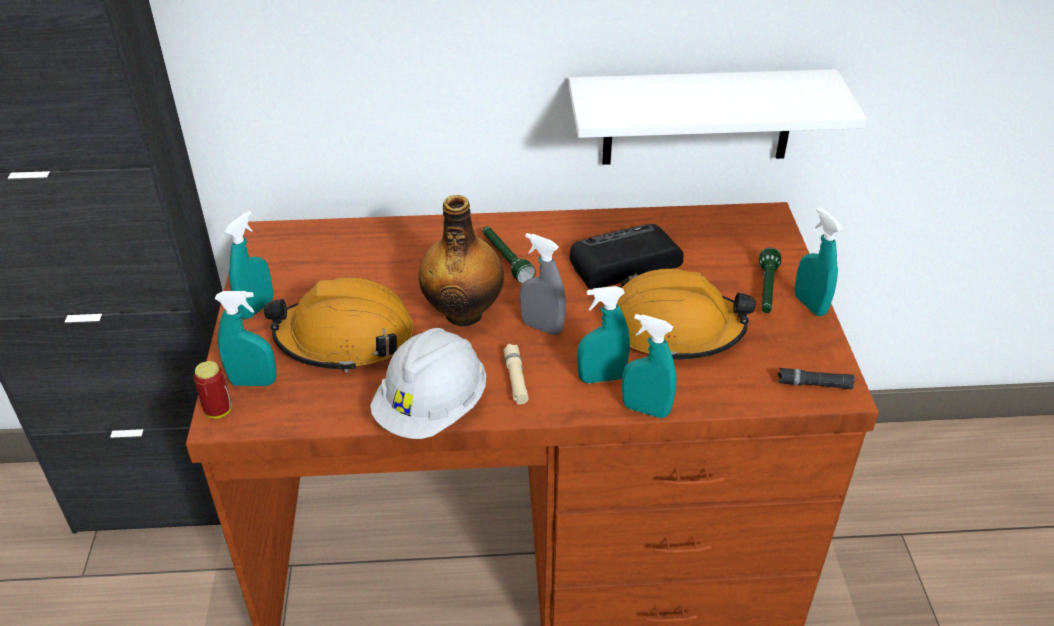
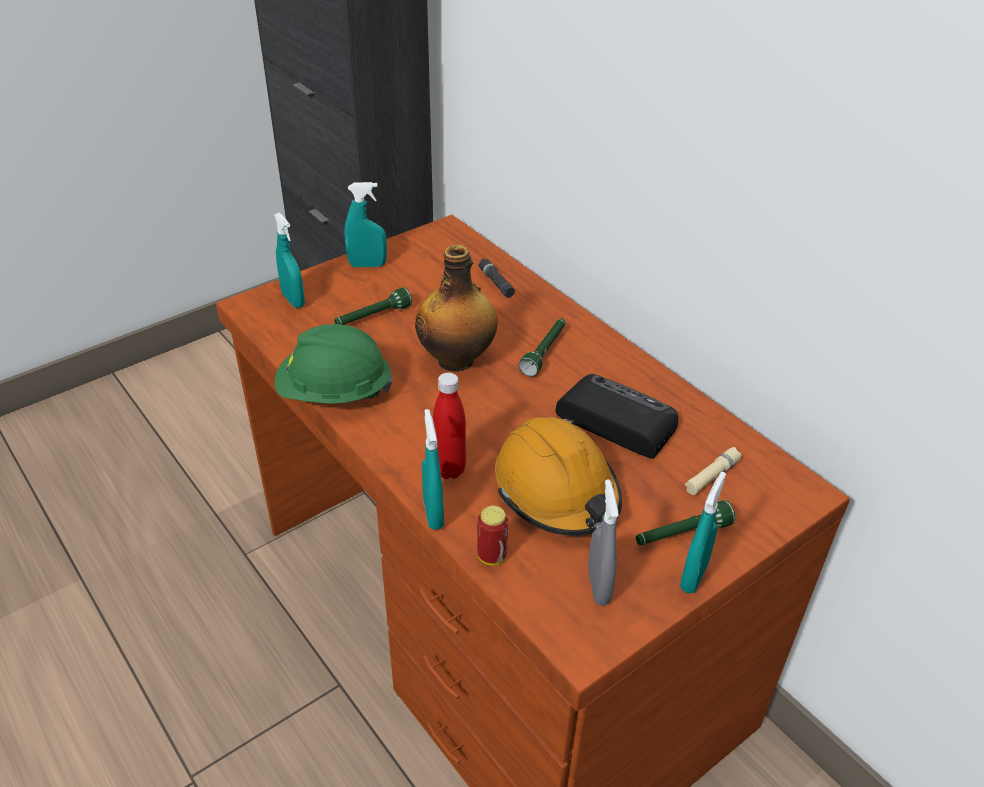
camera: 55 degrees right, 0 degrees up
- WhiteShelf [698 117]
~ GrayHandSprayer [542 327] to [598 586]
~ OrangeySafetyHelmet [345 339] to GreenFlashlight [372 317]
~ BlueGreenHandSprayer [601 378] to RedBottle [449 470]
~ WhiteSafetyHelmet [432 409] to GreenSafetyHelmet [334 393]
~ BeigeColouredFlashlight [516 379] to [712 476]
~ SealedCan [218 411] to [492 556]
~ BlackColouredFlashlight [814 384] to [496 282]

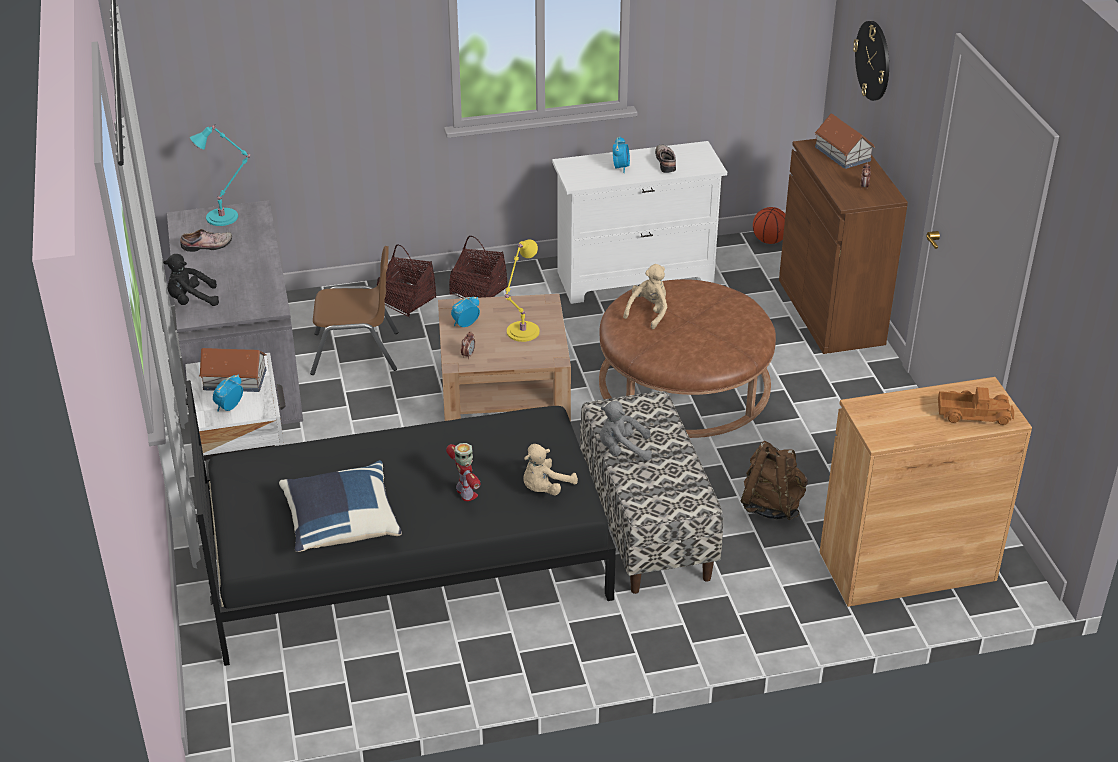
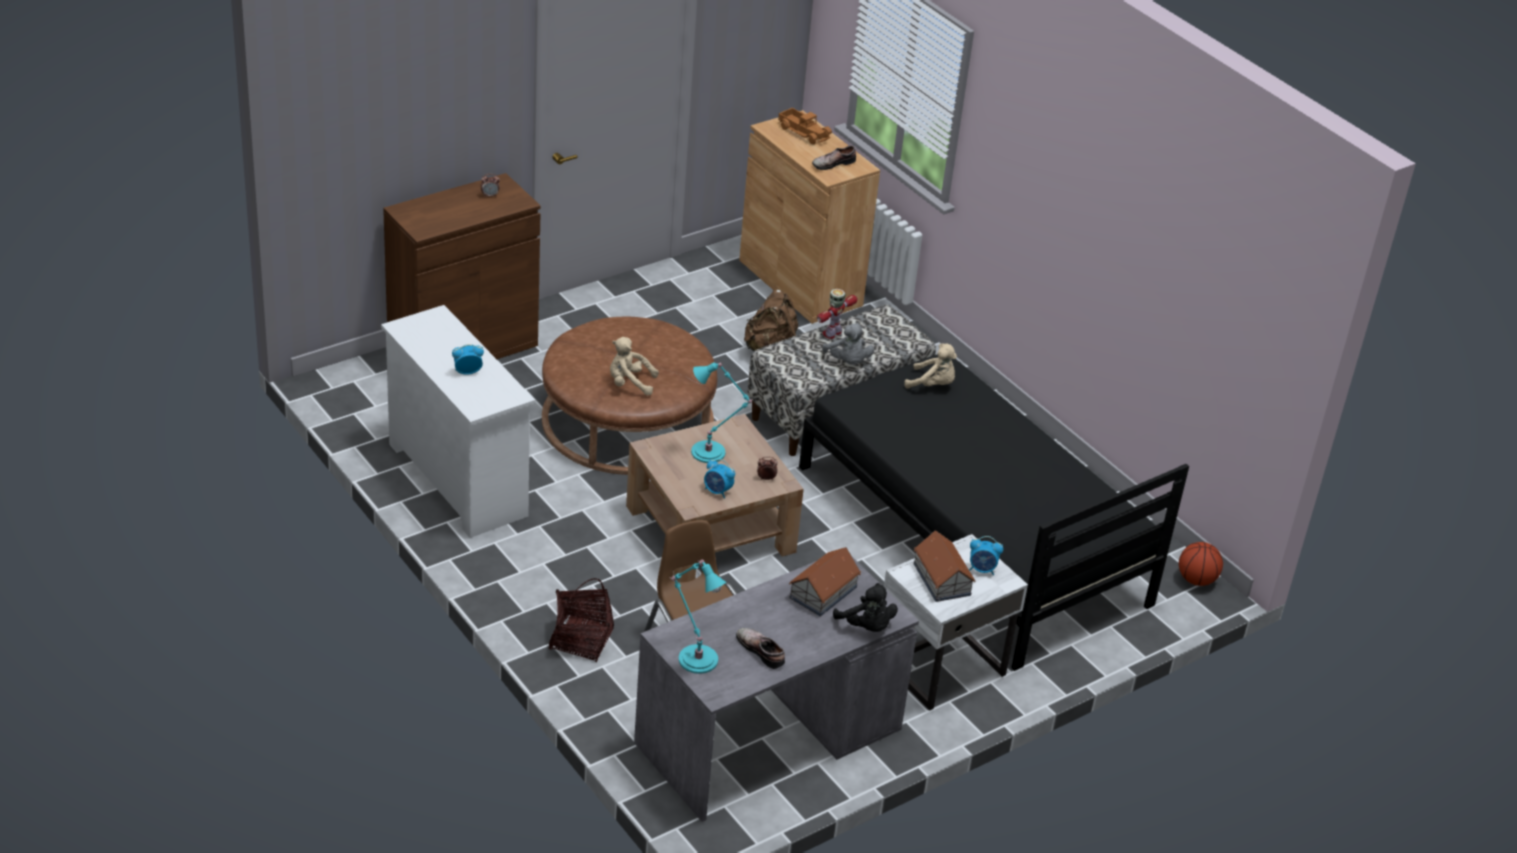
camera: 115 degrees left, 0 degrees up
- HangingClock [873 60]
~ ModelHouse [842 153] to [822 592]
~ Shoe [667 162] to [832 163]
~ Basketball [769 240] to [1196 580]
- StorageBasket [478 291]
~ YellowLampForATable [521 333] to BlueGreenLampForATable [711 452]
~ ModelTruck [973 413] = [804 132] 150 degrees clockwise
~ ToyRobot [466 494] to [832 333]
- BlueColouredPillow [341 523]

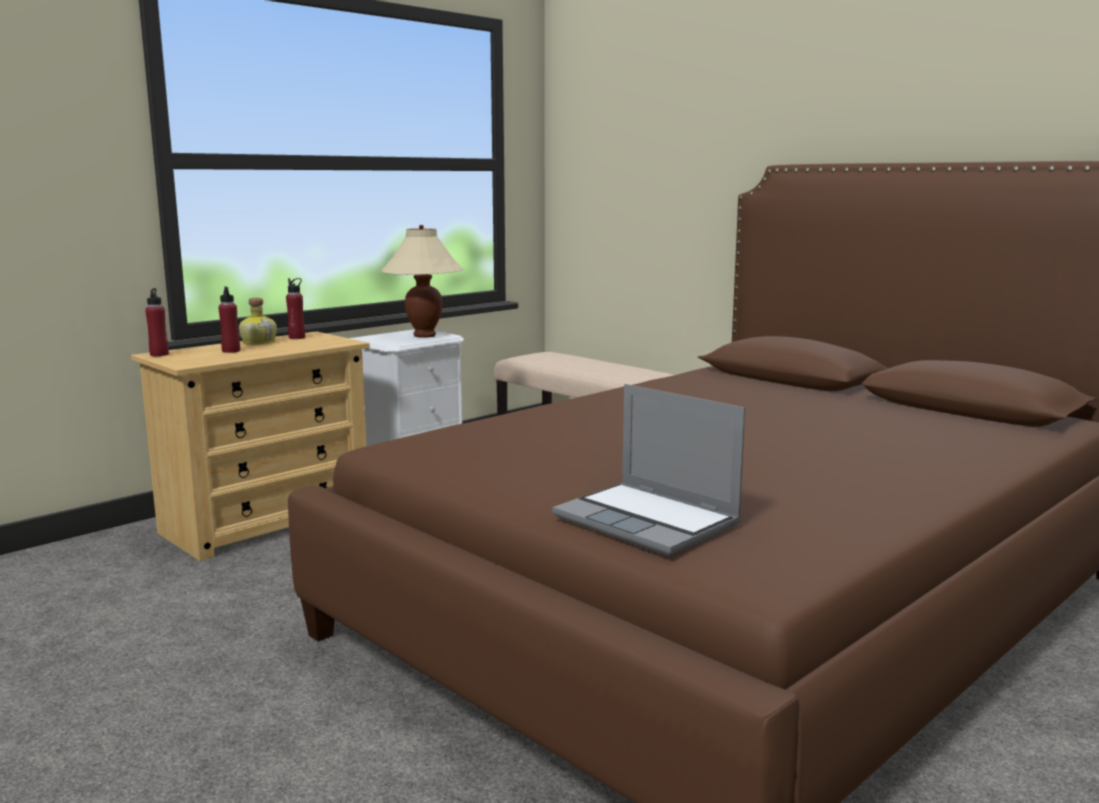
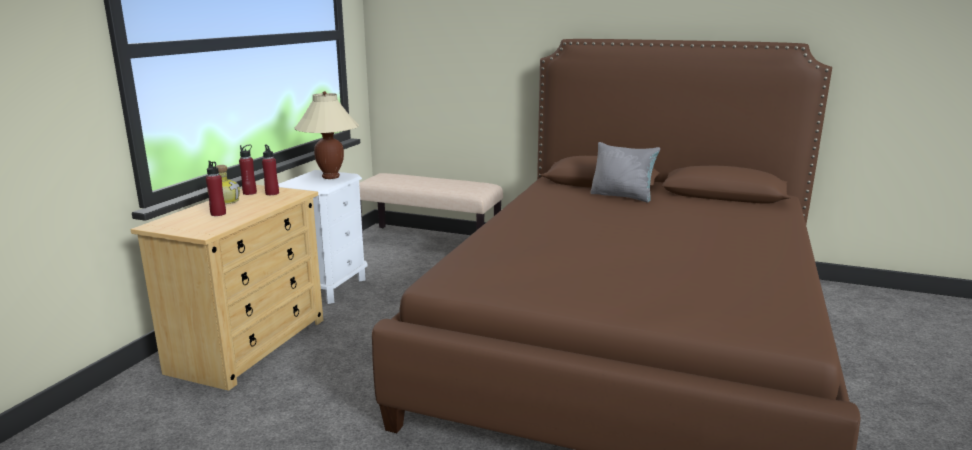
camera: 25 degrees left, 5 degrees up
~ RedBottle [159 354] to [272 193]
- PortableComputer [649 521]
+ GrayPillow [622 196]

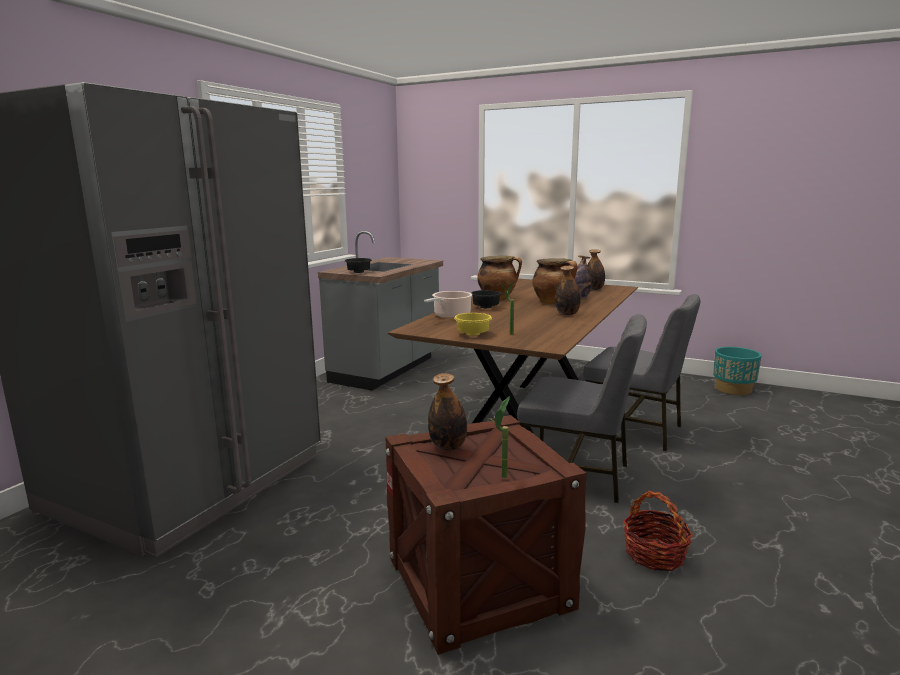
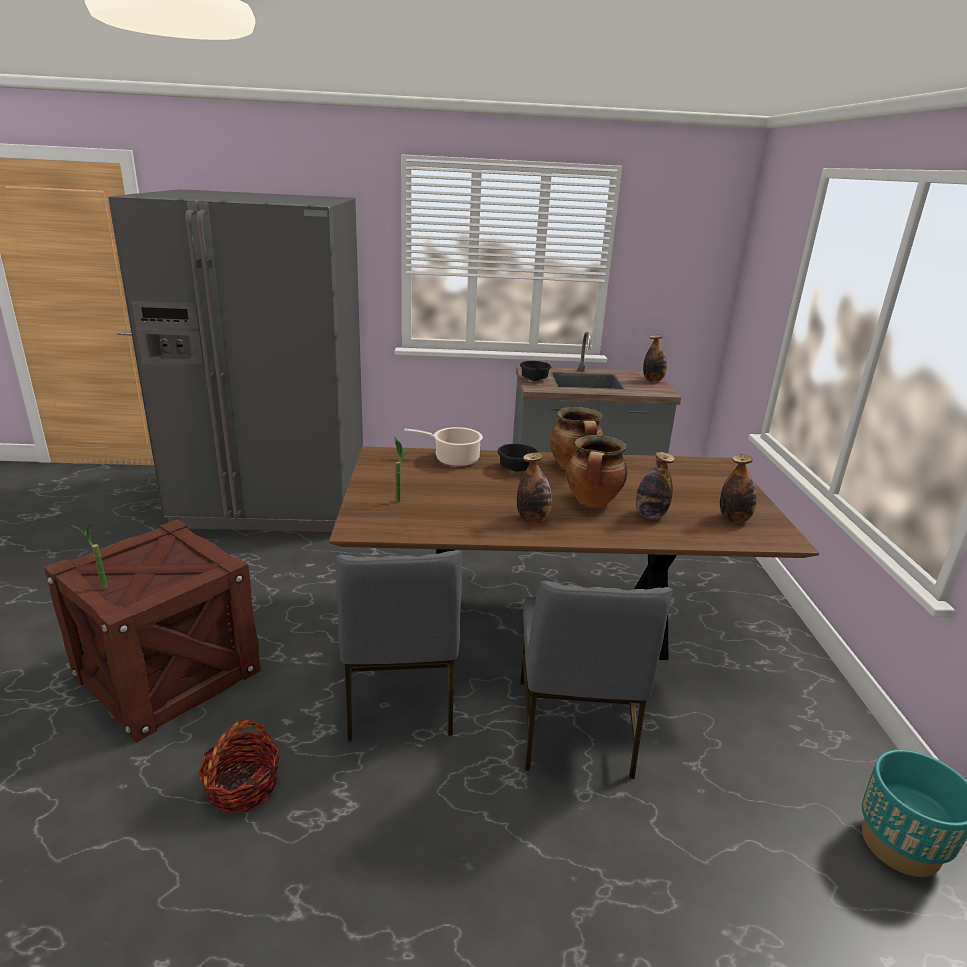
camera: 60 degrees right, 10 degrees up
- YellowServingBowl [473 334]
~ Bottle [448 447] to [653 380]

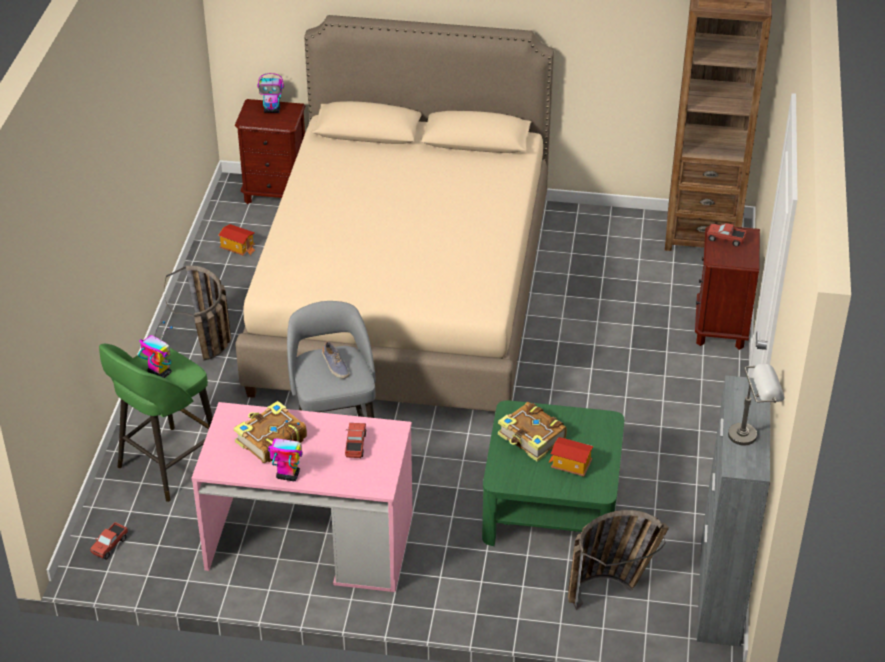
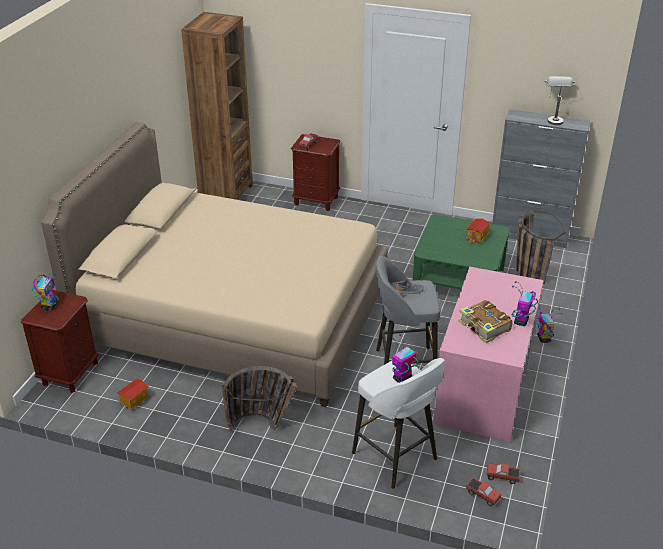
camera: 80 degrees left, 5 degrees down
~ GreenStool [167 465] to WhiteStool [396 457]
- BoundBook [532 438]
~ ModelTruck [355 446] to [502 477]
+ ToyRobot [543 338]

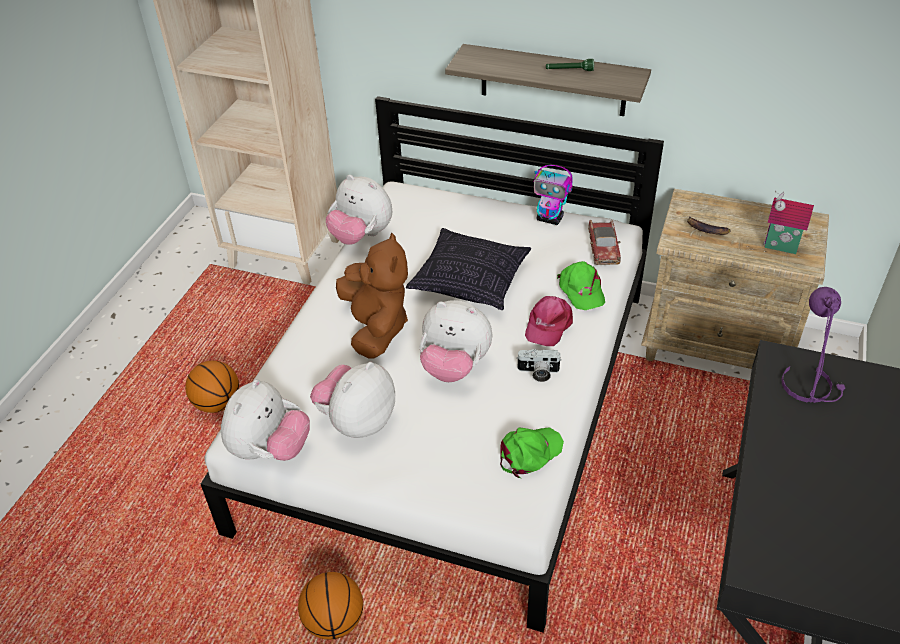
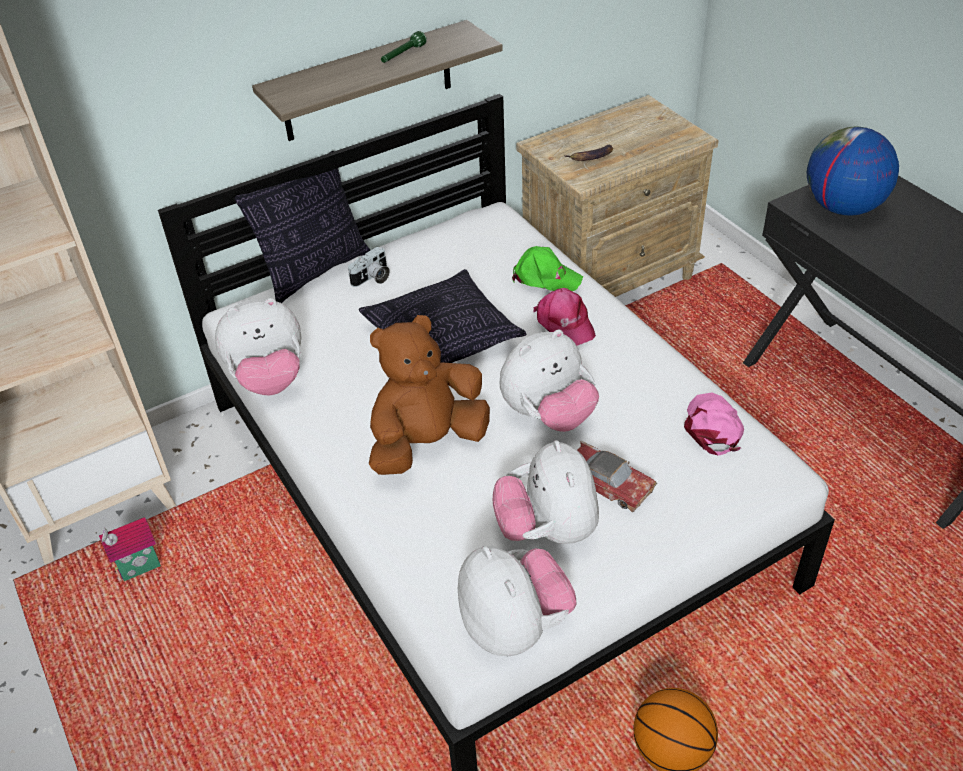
camera: 50 degrees left, 0 degrees up
- ToyRobot [550 219]
~ ModelHouse [780 248] to [141 571]
~ ModelCar [603 248] to [607 483]
~ BrownColouredSoftToy [376 328] = [427 443] 60 degrees counterclockwise
~ PurpleColouredLampForATable [809 384] to Globe [842 208]
~ PhotoCamera [538 372] to [372 278]
- Basketball [217 404]
~ GreenPeakedCap [529 453] to PinkishPeakedCap [713 426]
+ Pillow [315 271]

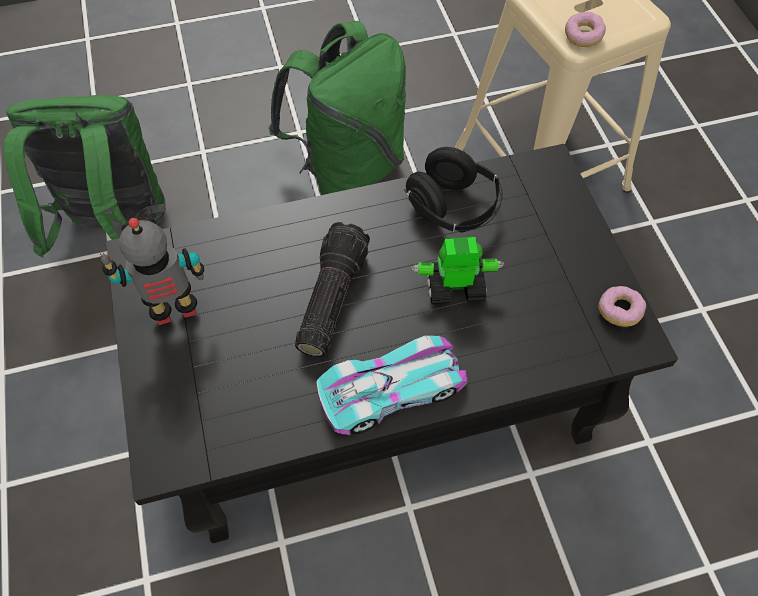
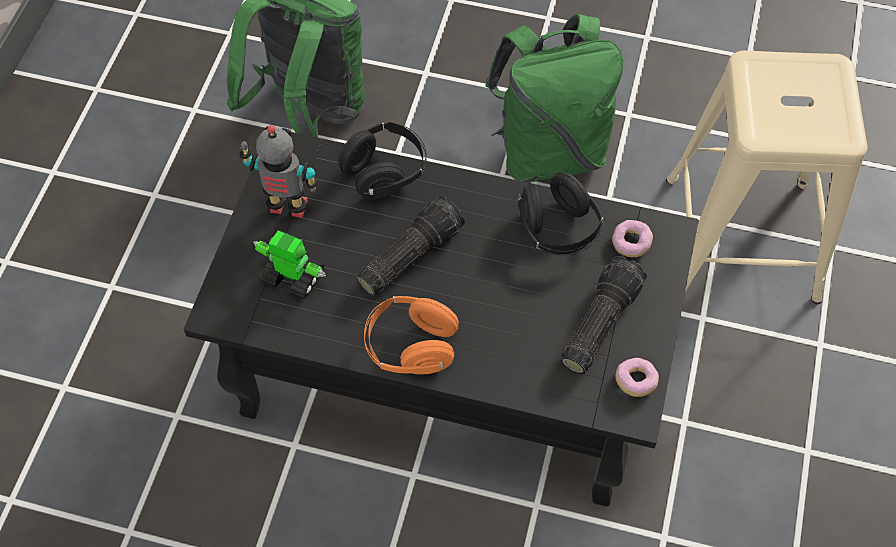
camera: 30 degrees right, 0 degrees up
~ Donut [582 37] to [631 243]
~ ToyRobot [454 286] to [292 276]
~ ModelCar [392 389] to OrangeyHeadphones [411 347]
+ BlackColouredHeadphones [385 172]
+ Flashlight [598 322]

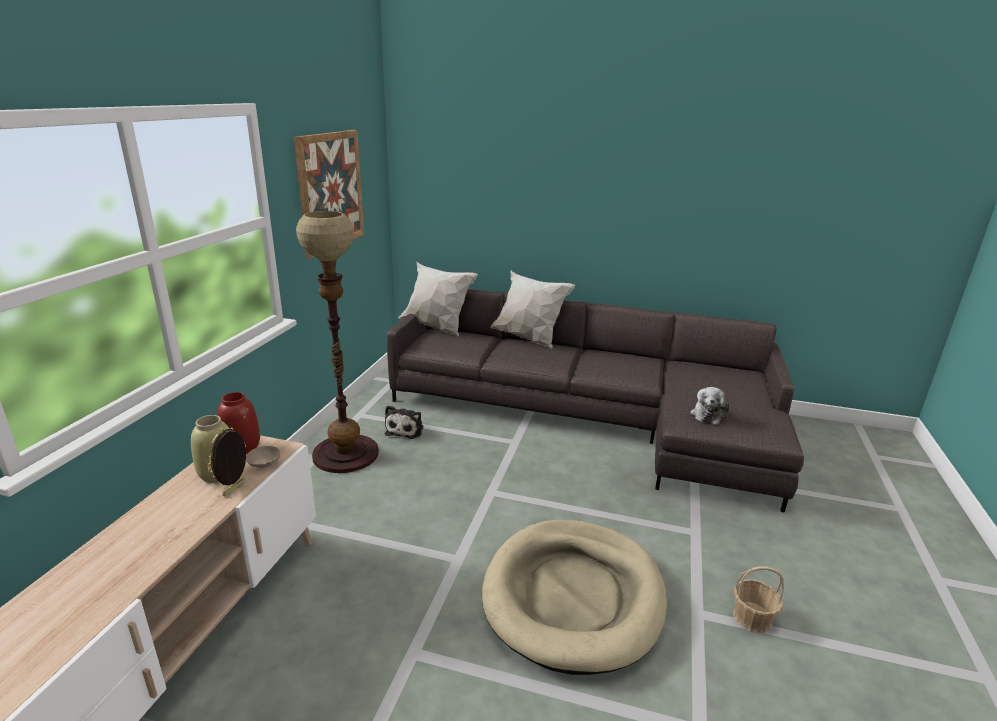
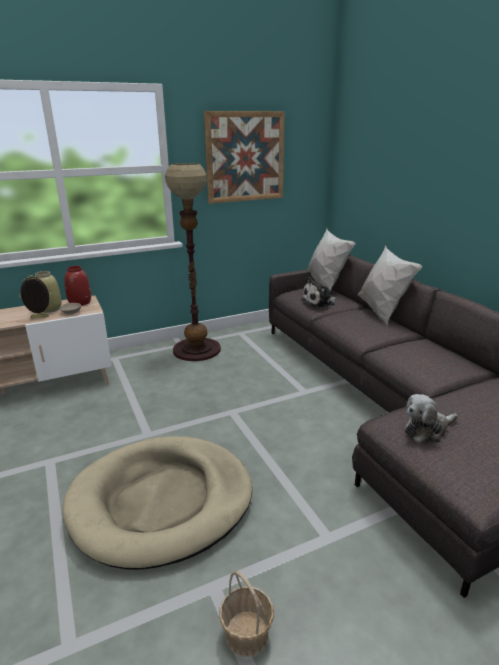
camera: 50 degrees right, 0 degrees up
~ SoftToy [406 430] to [319 302]

